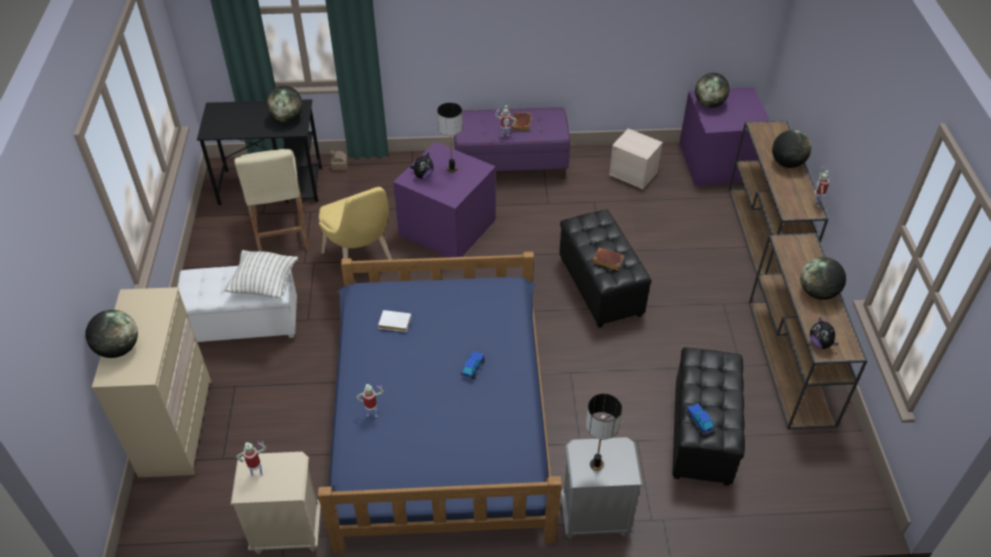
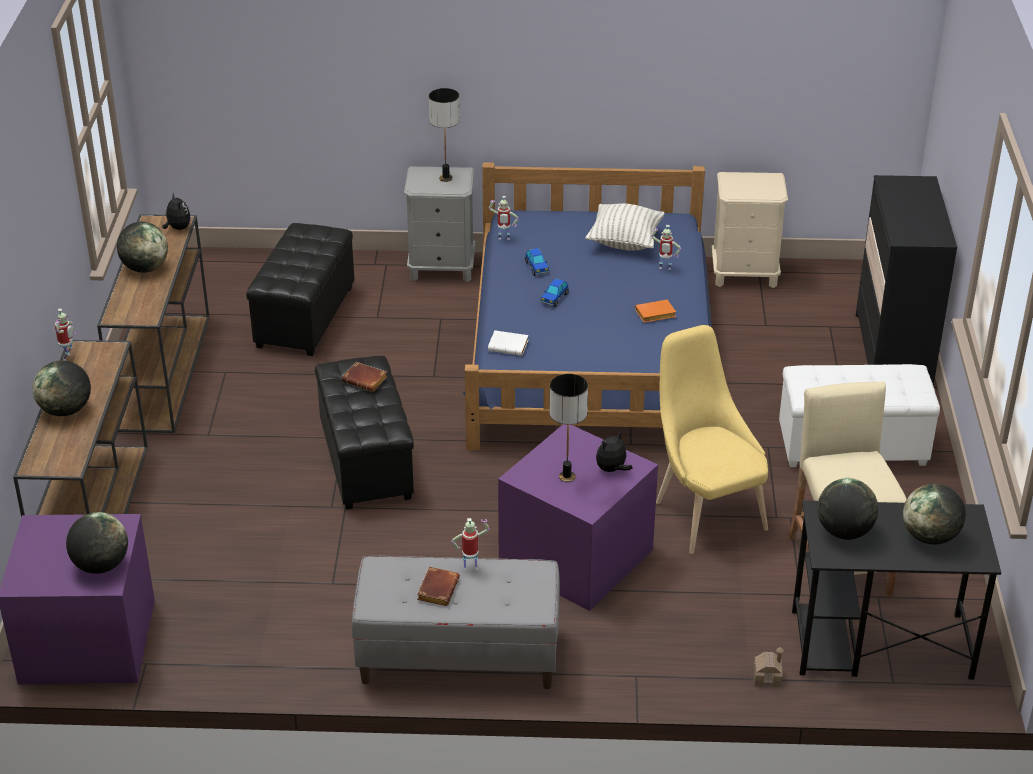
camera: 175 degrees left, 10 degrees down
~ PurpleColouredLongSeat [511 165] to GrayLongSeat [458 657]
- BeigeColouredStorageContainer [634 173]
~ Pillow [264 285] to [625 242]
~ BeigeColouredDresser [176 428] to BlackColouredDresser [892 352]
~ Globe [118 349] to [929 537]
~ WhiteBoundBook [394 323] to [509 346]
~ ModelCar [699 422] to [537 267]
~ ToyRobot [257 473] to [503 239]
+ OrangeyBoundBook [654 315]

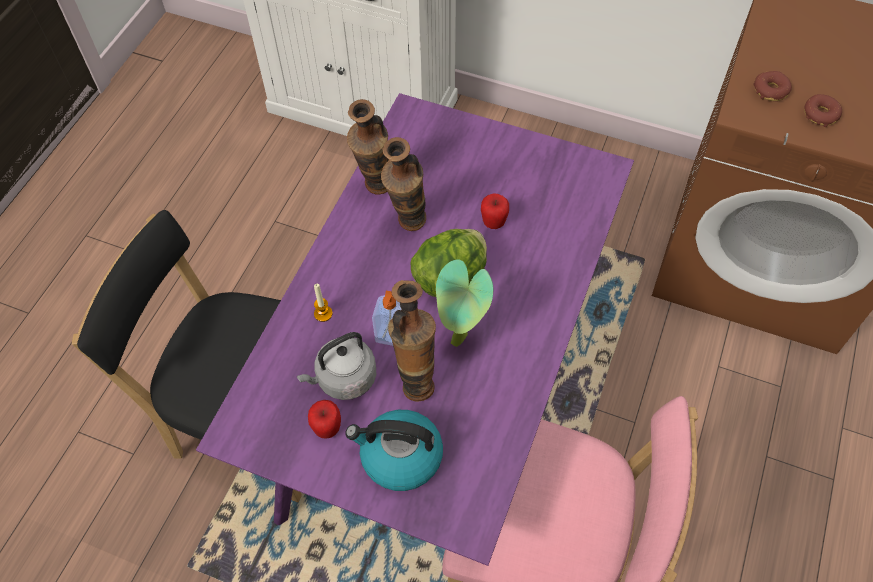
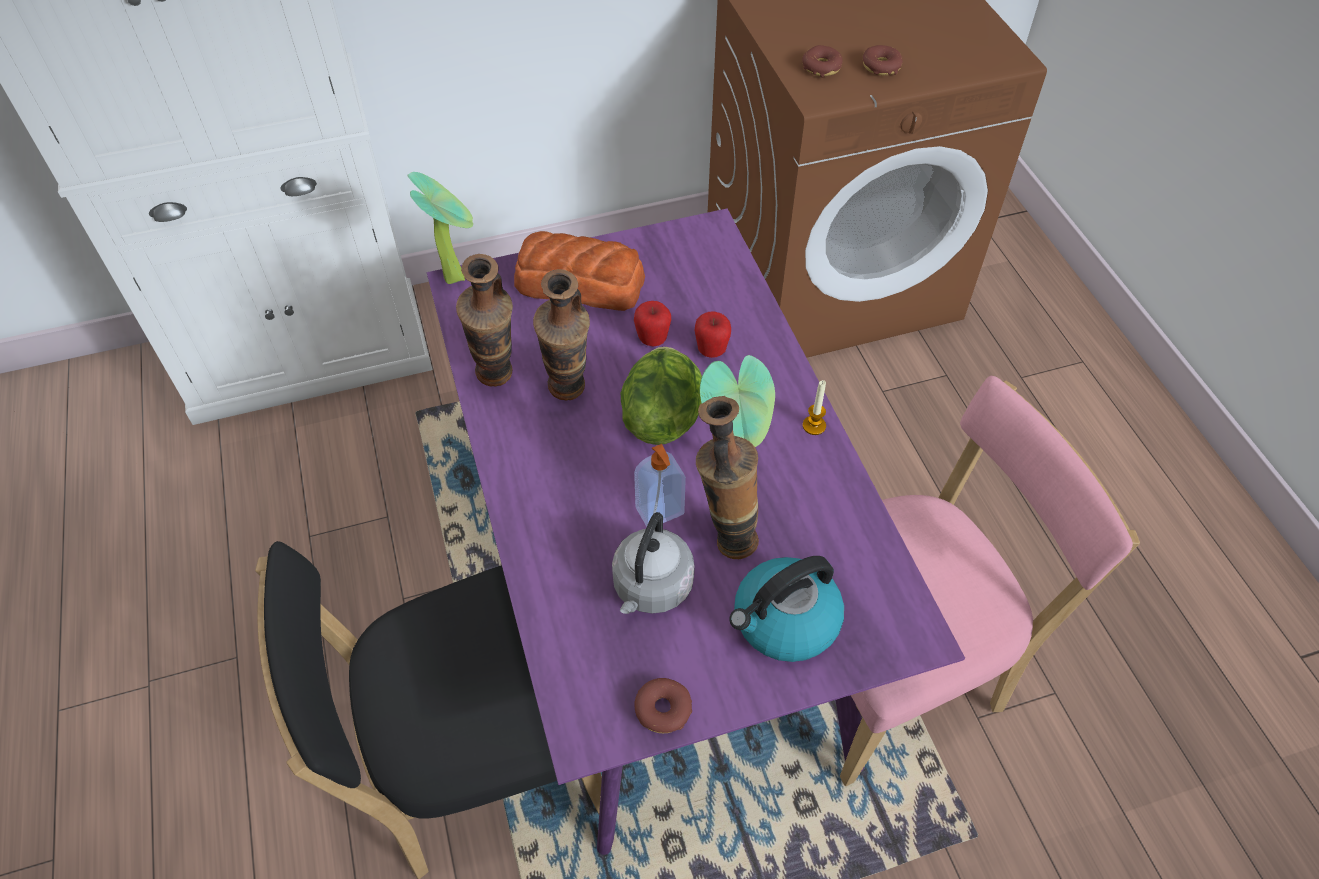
camera: 40 degrees left, 5 degrees down
~ WaxCandle [323 313] to [814 426]
~ Apple [327 428] to [711 350]
+ Houseplant [457 275]
+ BakedBread [578 282]
+ Donut [662 709]

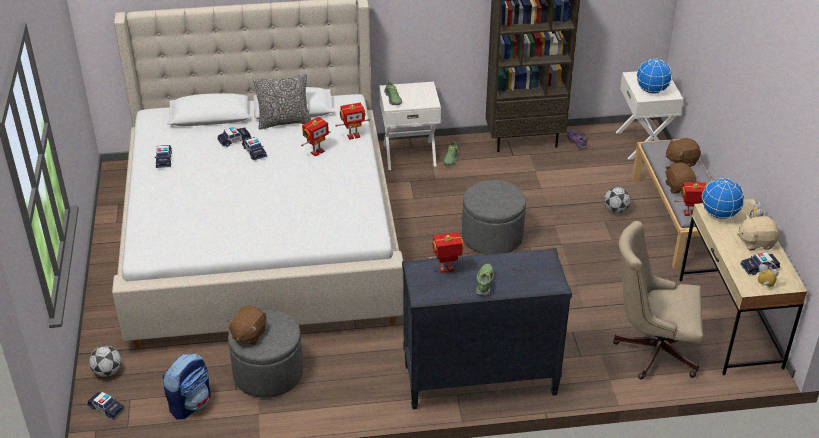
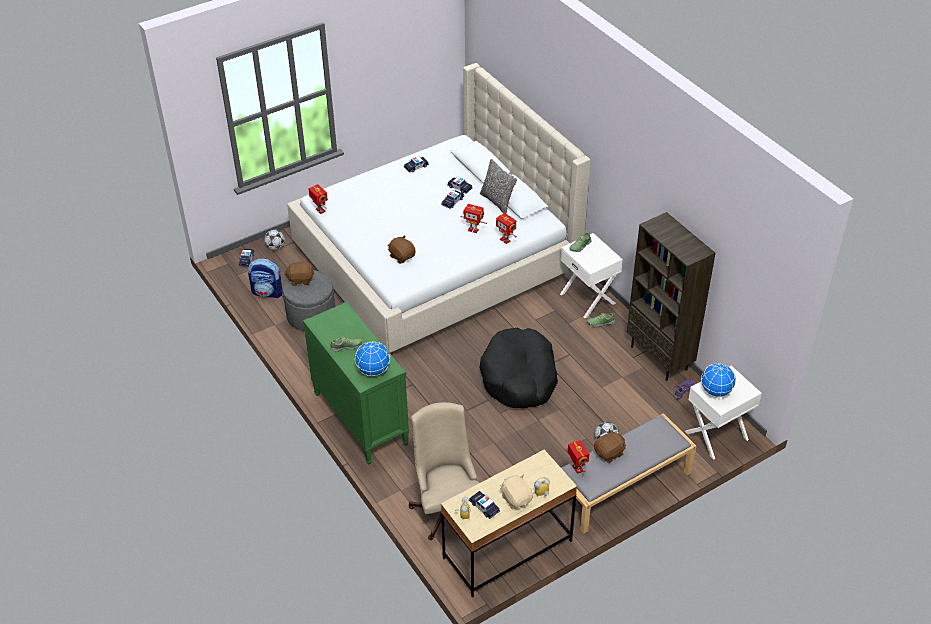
camera: 65 degrees right, 5 degrees up
~ BrownColouredSoftToy [681 161] to [402 256]
~ Globe [719 214] to [373 370]
~ GrayFootrest [492 237] to BlackColouredDogBed [519 377]
~ ToyRobot [447 270] to [320 210]
~ BlackColouredDresser [479 380] to GreenDresser [360 419]

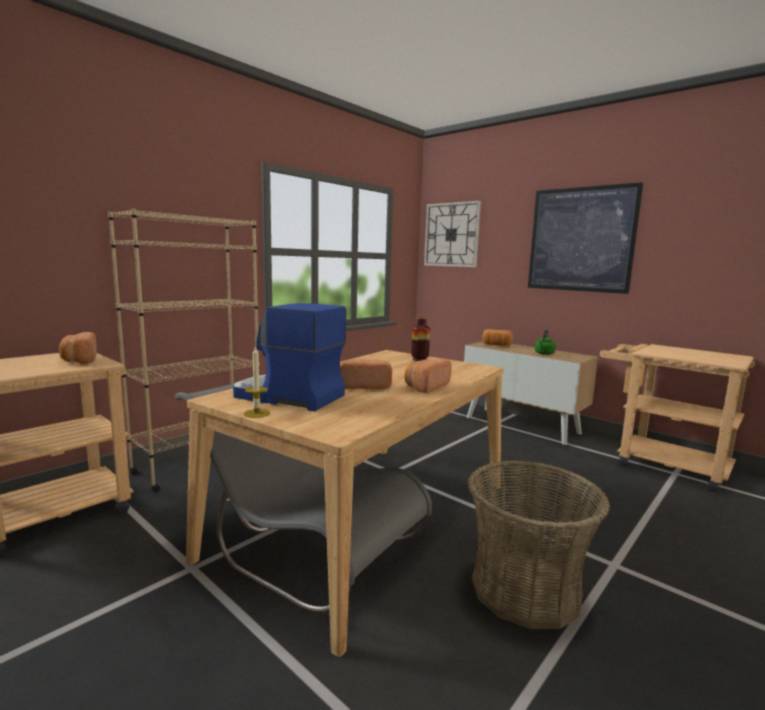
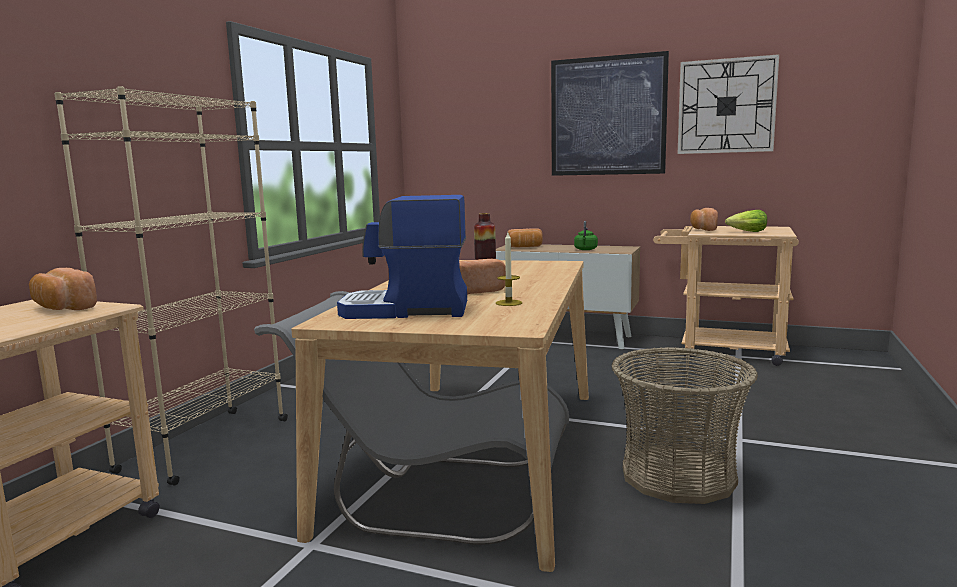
camera: 20 degrees left, 0 degrees up
~ HangingClock [451 235] to [726 106]
~ WaxCandle [257 413] to [509 303]
~ BakedBread [425 387] to [702 229]
+ Lettuce [747 232]

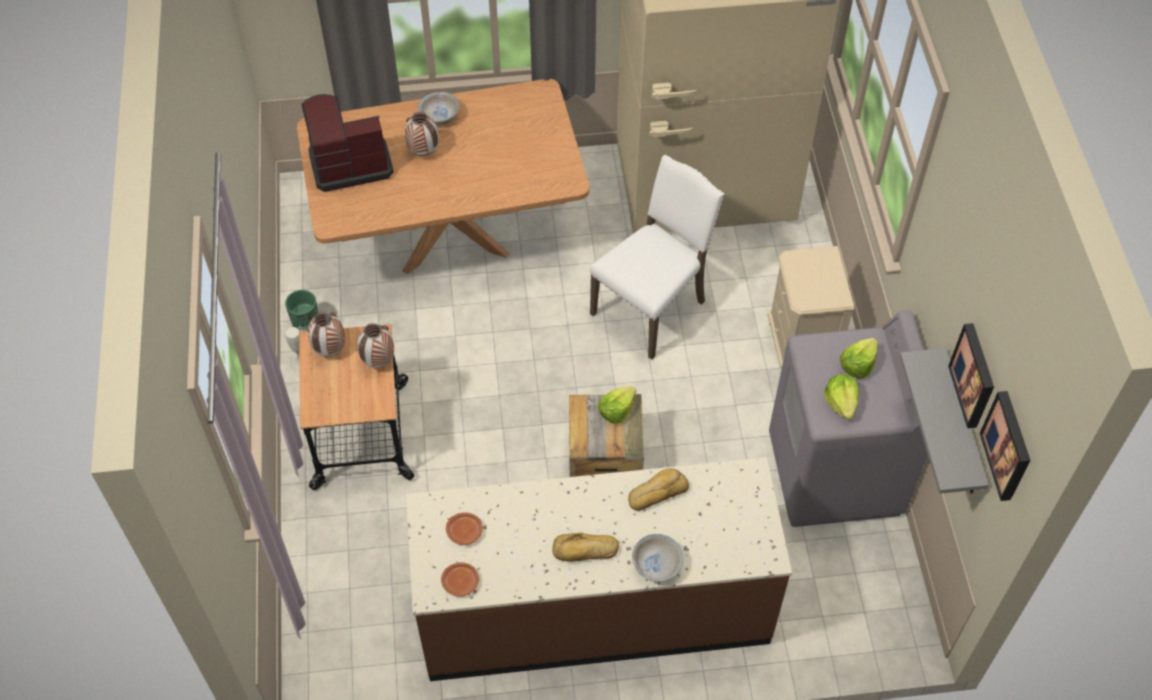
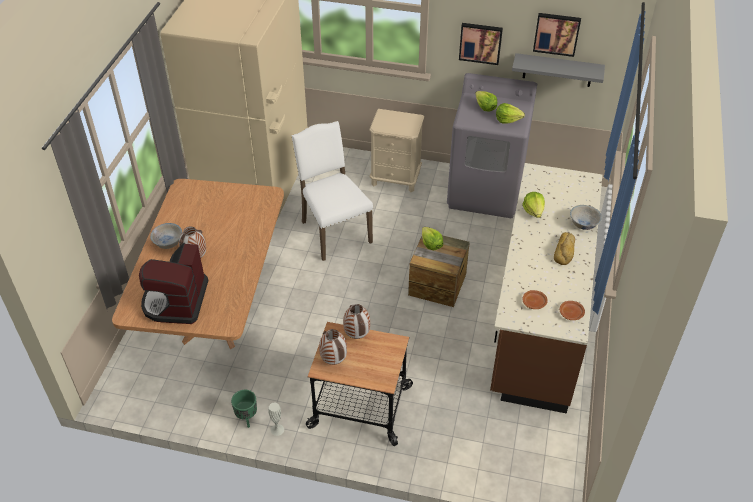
camera: 70 degrees left, 10 degrees down
~ Picture [1009 445] to [480 42]
~ BakedBread [657 492] to Lettuce [533 211]

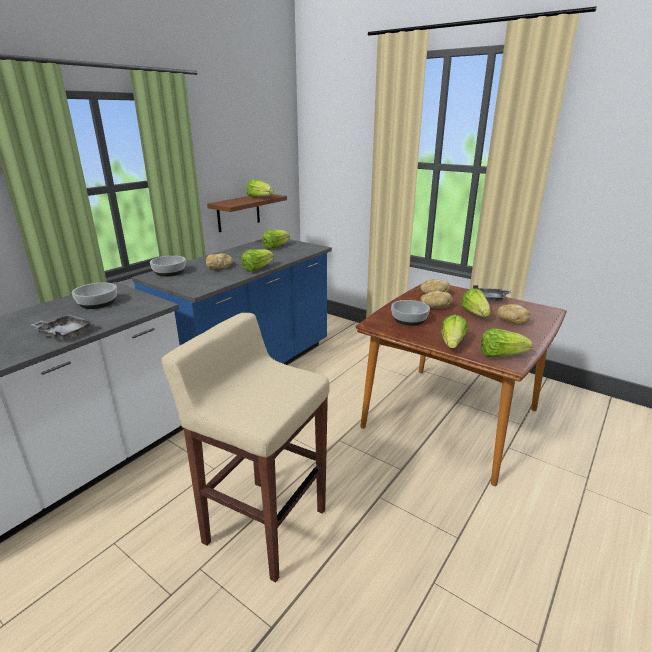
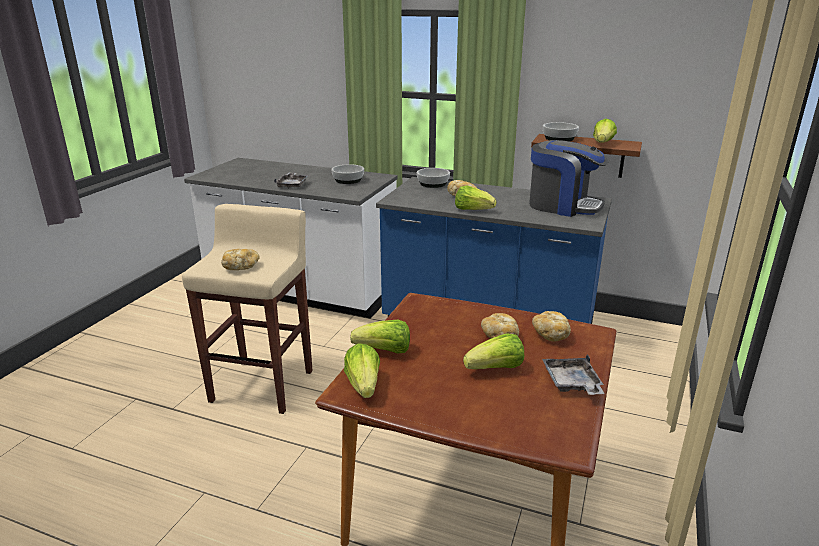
camera: 75 degrees right, 0 degrees up
~ Lettuce [275 247] to CoffeeBrewer [563 206]
~ ServingBowl [409 319] to [559 139]
~ BakedBread [511 321] to [241 267]

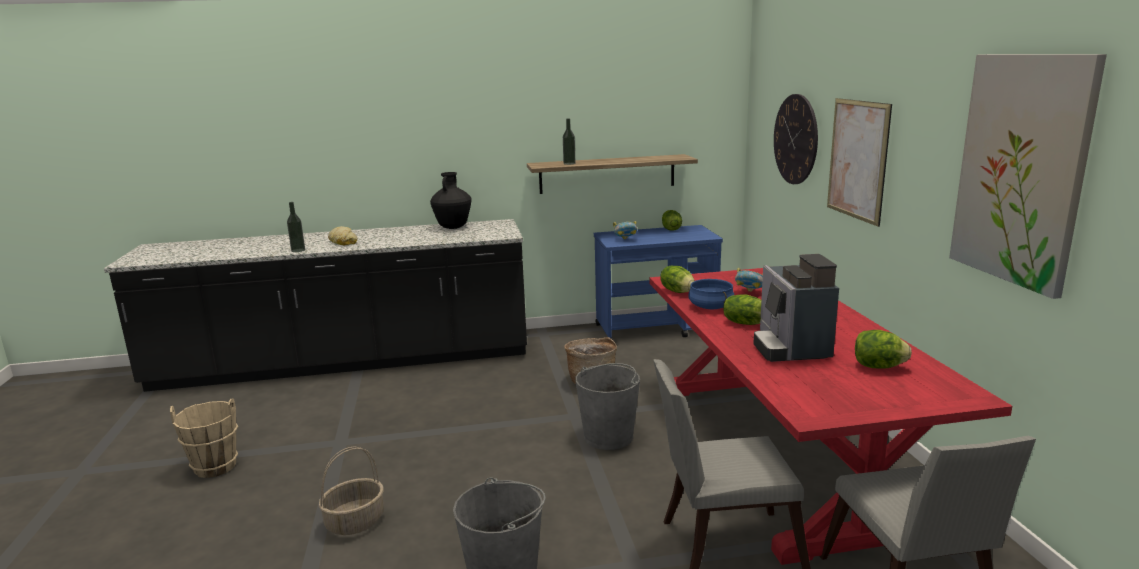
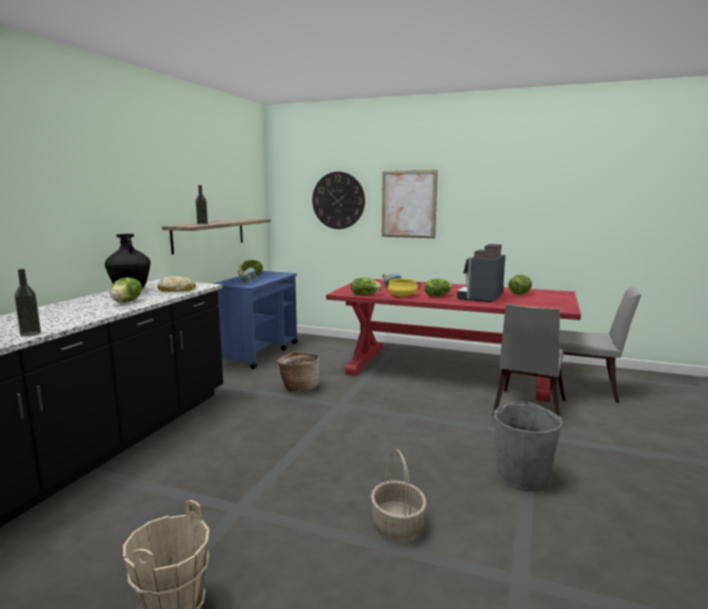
camera: 60 degrees left, 5 degrees down
- Picture [1021 170]
~ BakedBread [343 241] to [176 290]
~ CoffeeBrewer [790 347] = [481 297] 90 degrees clockwise
~ BlueColouredCookingPot [711 307] to YellowCookingPot [402 295]
- GrayPail [608 436]
+ Lettuce [127 302]

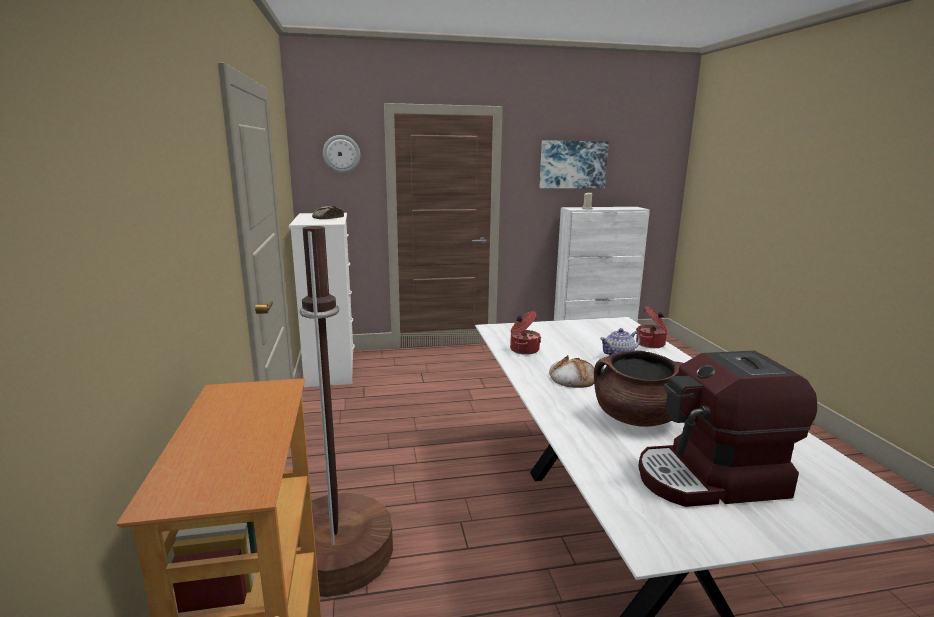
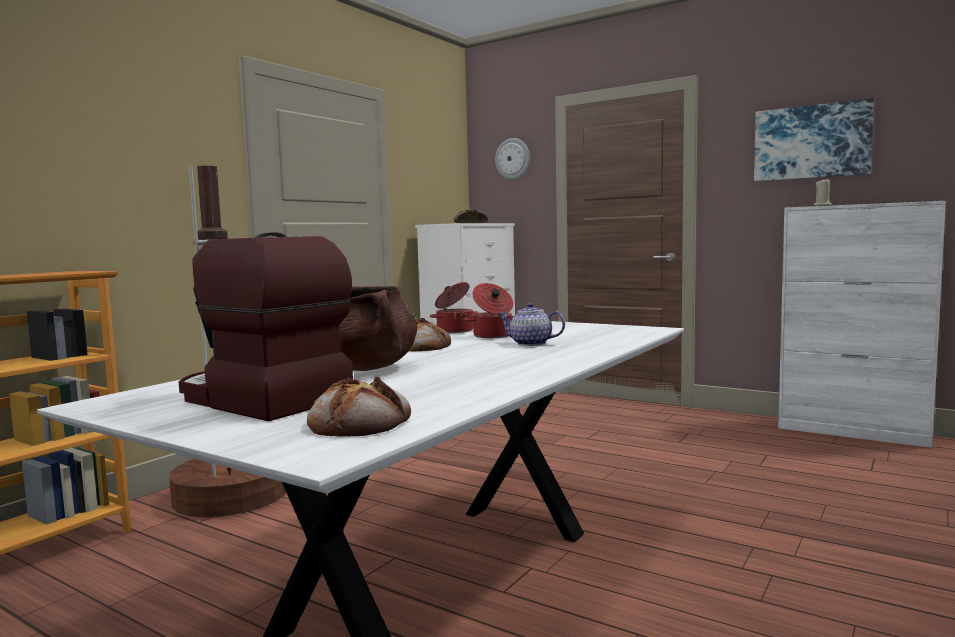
camera: 45 degrees right, 10 degrees down
~ CookingPot [651 344] to [493 336]
+ BakedBread [360 422]

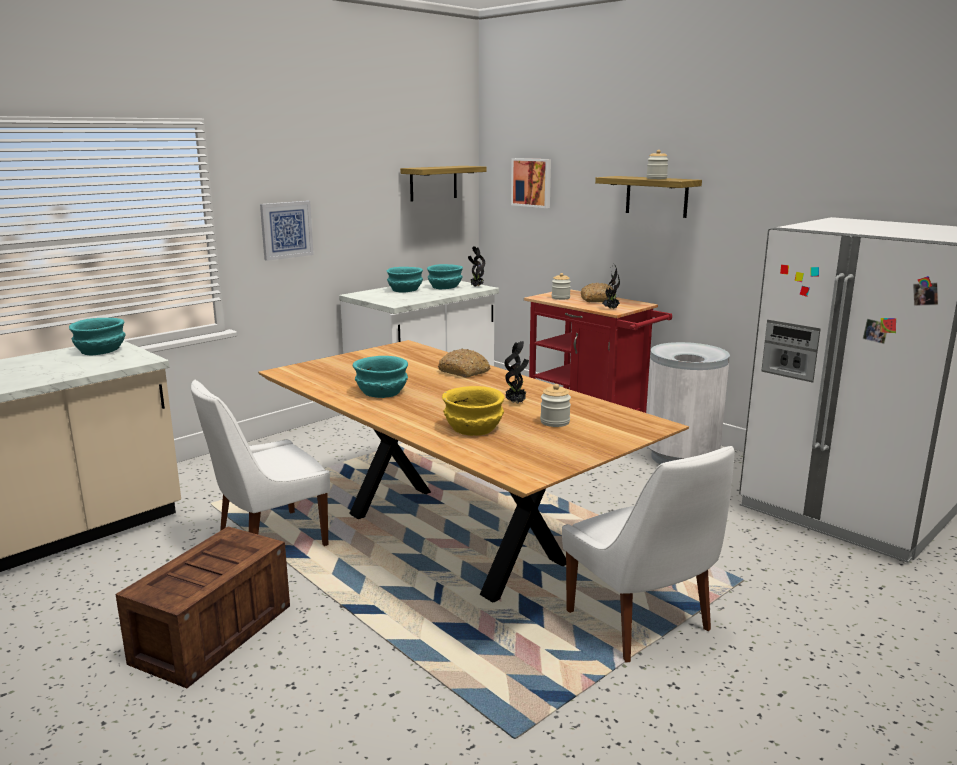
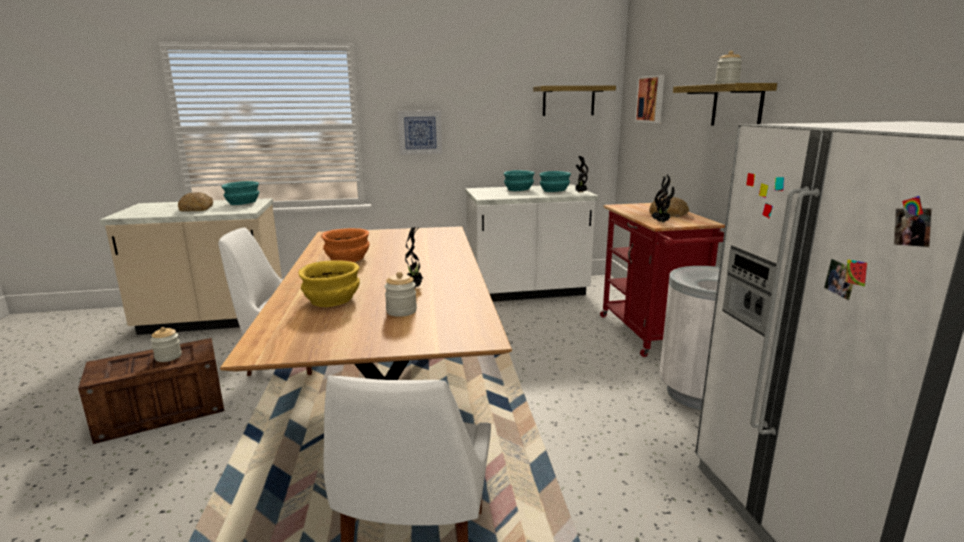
camera: 35 degrees right, 0 degrees up
~ StorageJar [560 298] to [168 357]
~ BakedBread [464 371] to [197 209]
~ BlueGreenServingBowl [382 392] to OrangeyServingBowl [348 258]

